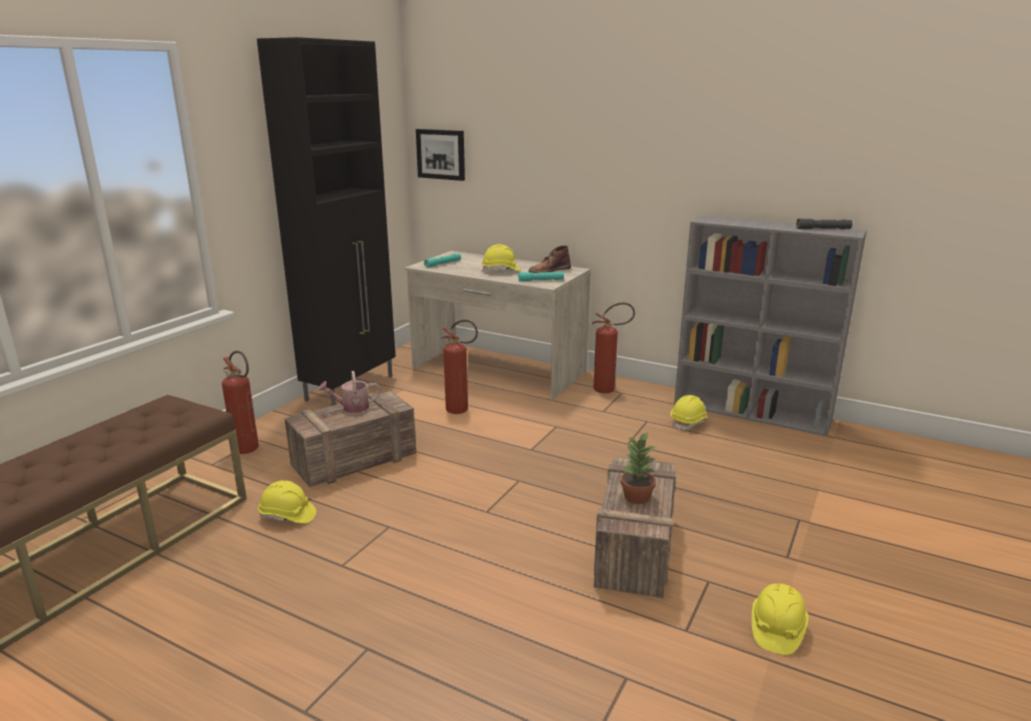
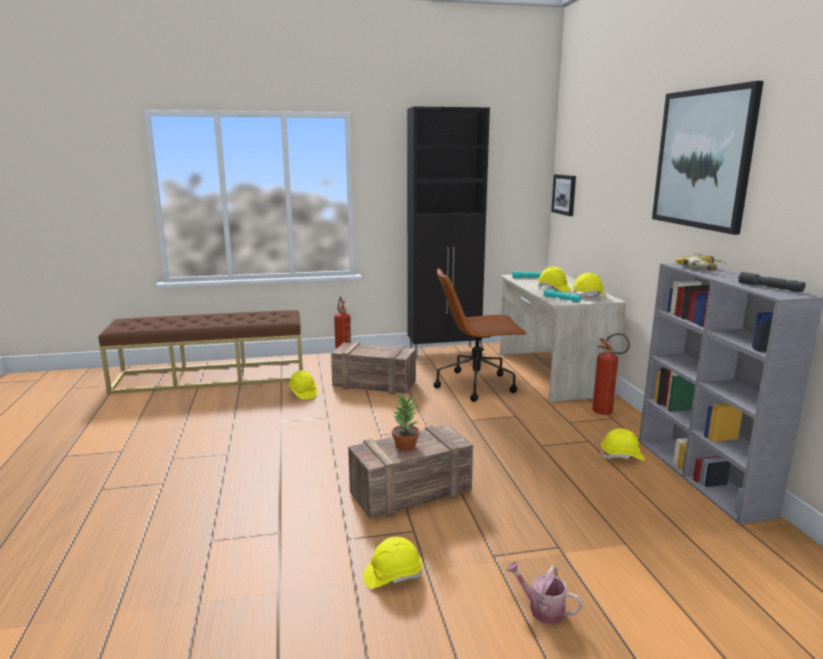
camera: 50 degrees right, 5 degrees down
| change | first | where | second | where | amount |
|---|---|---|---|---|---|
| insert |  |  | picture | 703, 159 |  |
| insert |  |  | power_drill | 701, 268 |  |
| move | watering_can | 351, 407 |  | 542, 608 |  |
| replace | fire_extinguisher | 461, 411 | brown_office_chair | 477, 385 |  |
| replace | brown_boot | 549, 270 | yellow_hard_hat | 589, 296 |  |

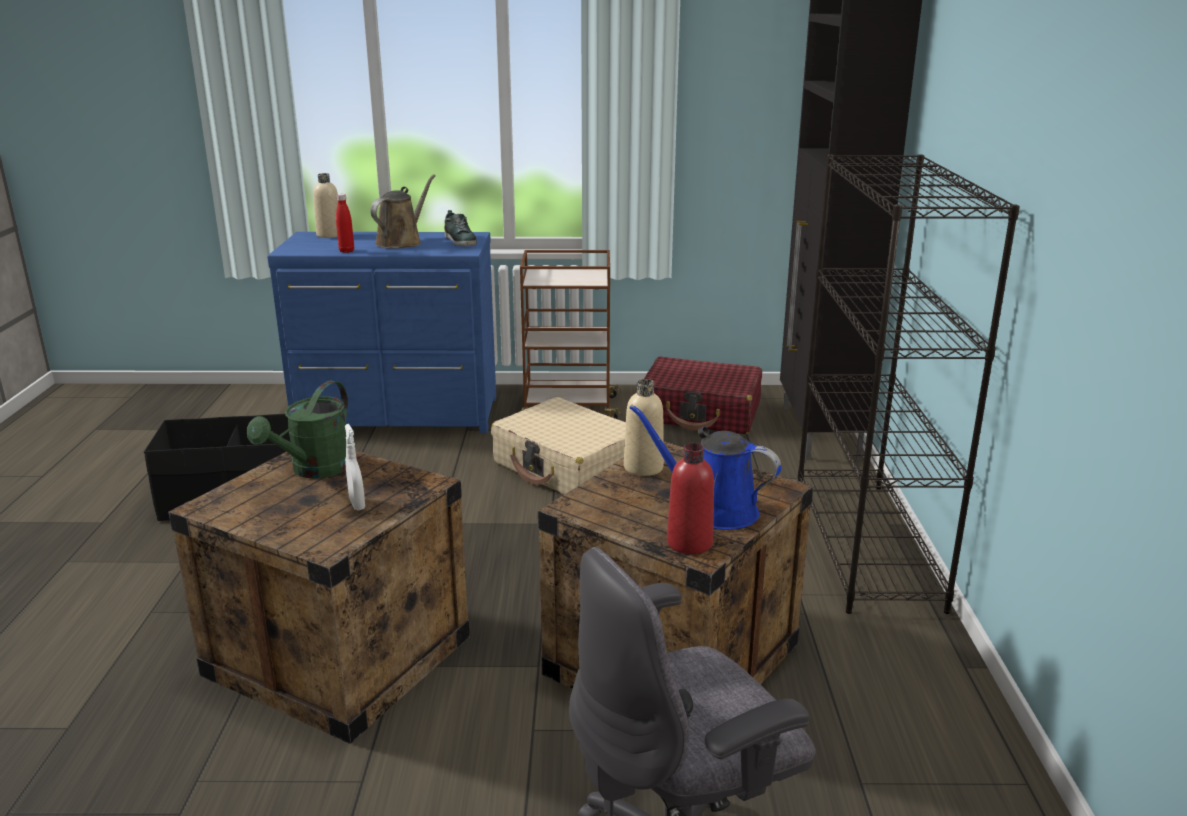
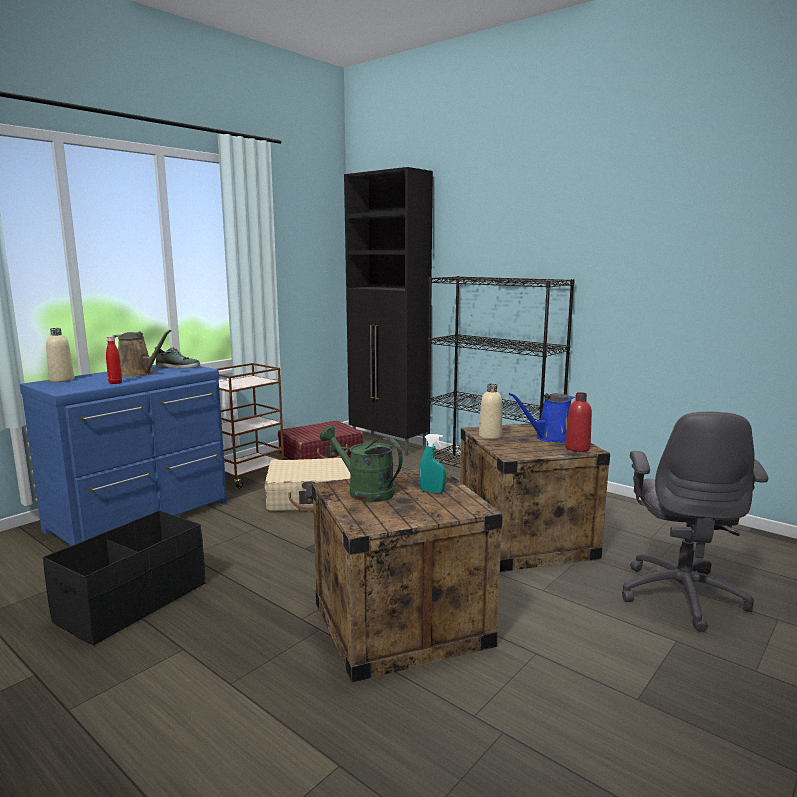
camera: 50 degrees left, 10 degrees down
| change | first | where | second | where | amount |
|---|---|---|---|---|---|
| recolor | white_spray_bottle | 357, 504 | turquoise_spray_bottle | 432, 491 |  |
| rotate | green_watering_can | 314, 470 |  | 364, 491 | 150 degrees clockwise |
| rotate | brown_watering_can | 401, 242 |  | 138, 373 | 135 degrees clockwise |

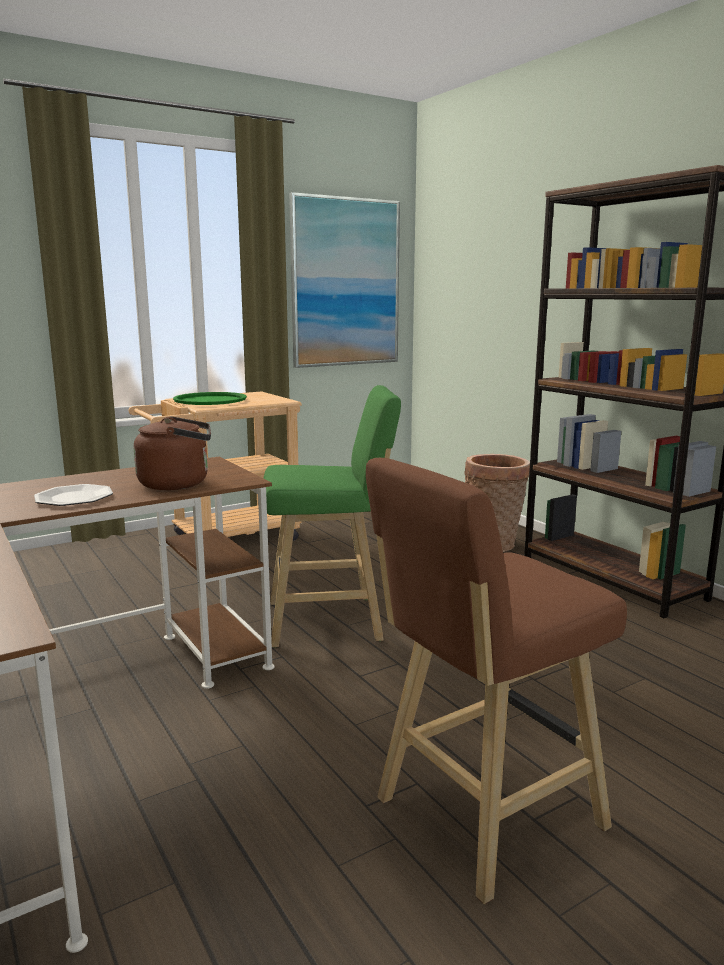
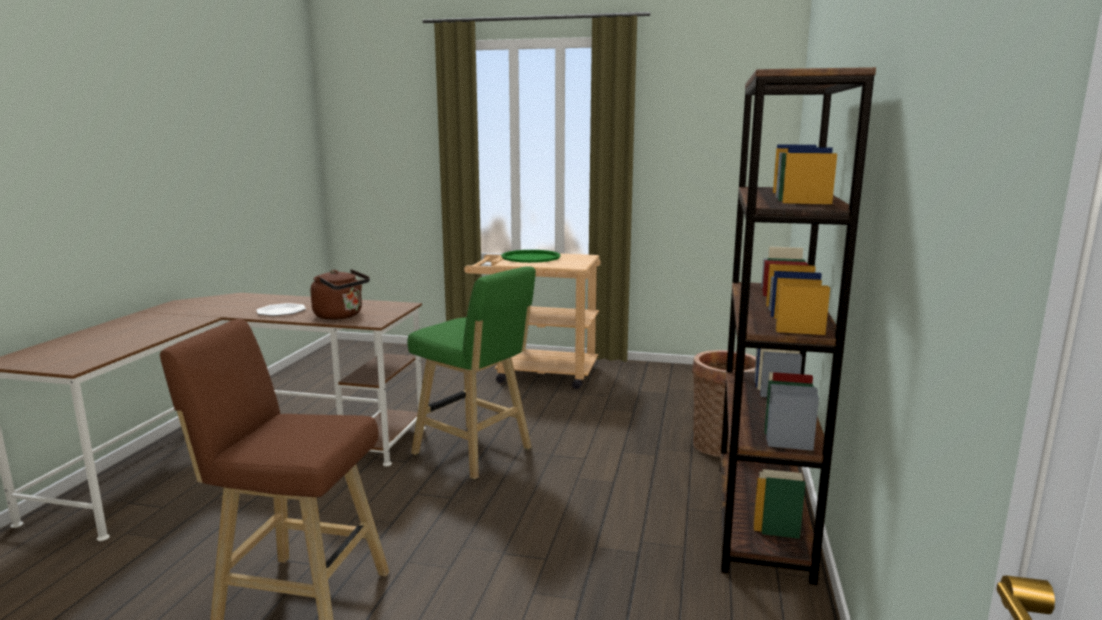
camera: 45 degrees right, 0 degrees up
| change | first | where | second | where | amount |
|---|---|---|---|---|---|
| delete | picture | 345, 283 |  |  |  |

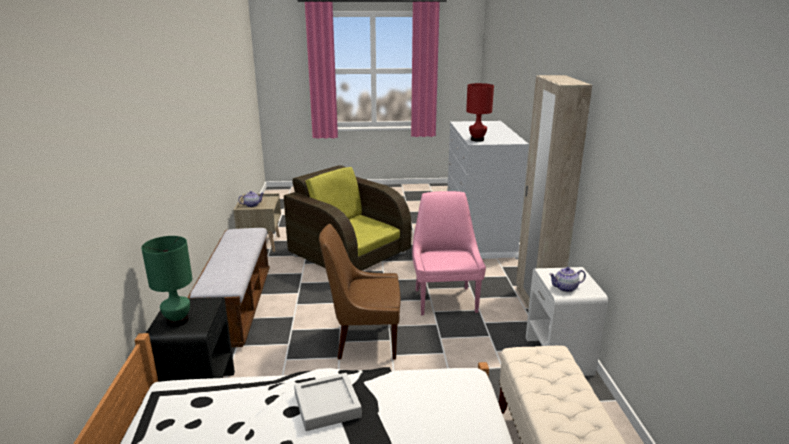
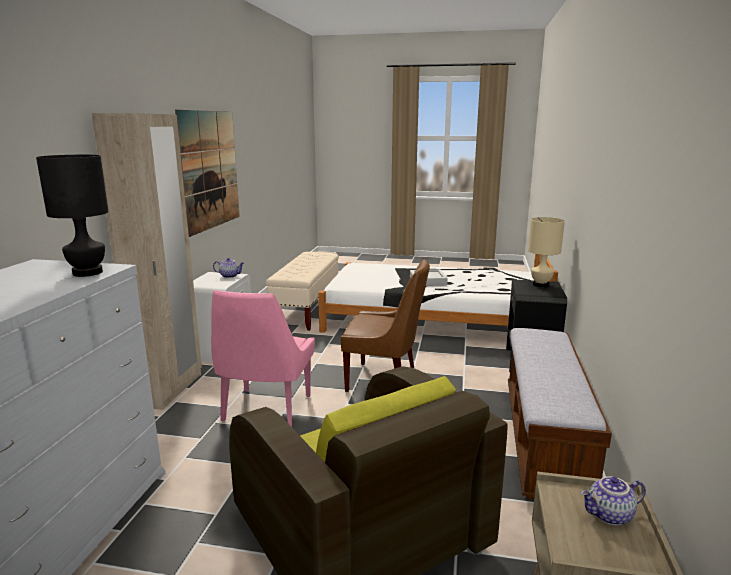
camera: 165 degrees left, 5 degrees down
| change | first | where | second | where | amount |
|---|---|---|---|---|---|
| insert |  |  | picture | 210, 170 |  |
| recolor | green_table_lamp | 178, 321 | beige_table_lamp | 540, 285 |  |
| recolor | red_table_lamp | 477, 139 | black_table_lamp | 87, 273 |  |

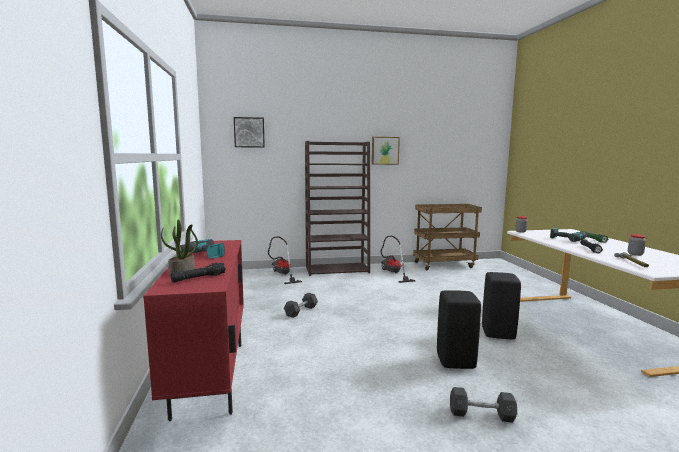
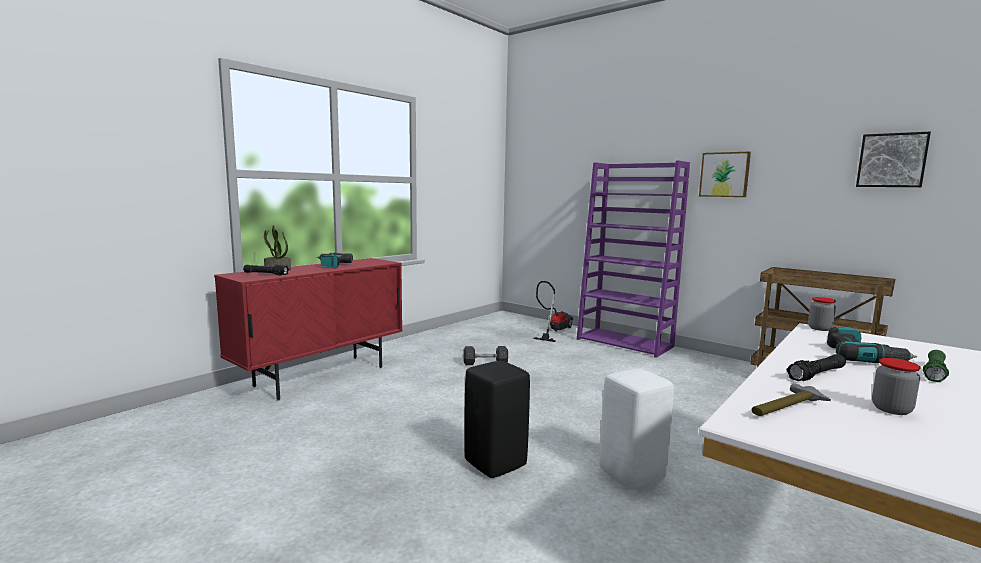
camera: 50 degrees right, 0 degrees up
| change | first | where | second | where | amount |
|---|---|---|---|---|---|
| delete | vacuum_cleaner | 393, 273 |  |  |  |
| delete | grey_dumbbell | 481, 414 |  |  |  |
| move | picture | 249, 132 |  | 892, 160 |  |
| recolor | brown_bookcase | 337, 269 | purple_bookcase | 625, 343 |  |
| recolor | black_stool | 497, 333 | white_stool | 631, 474 |  |

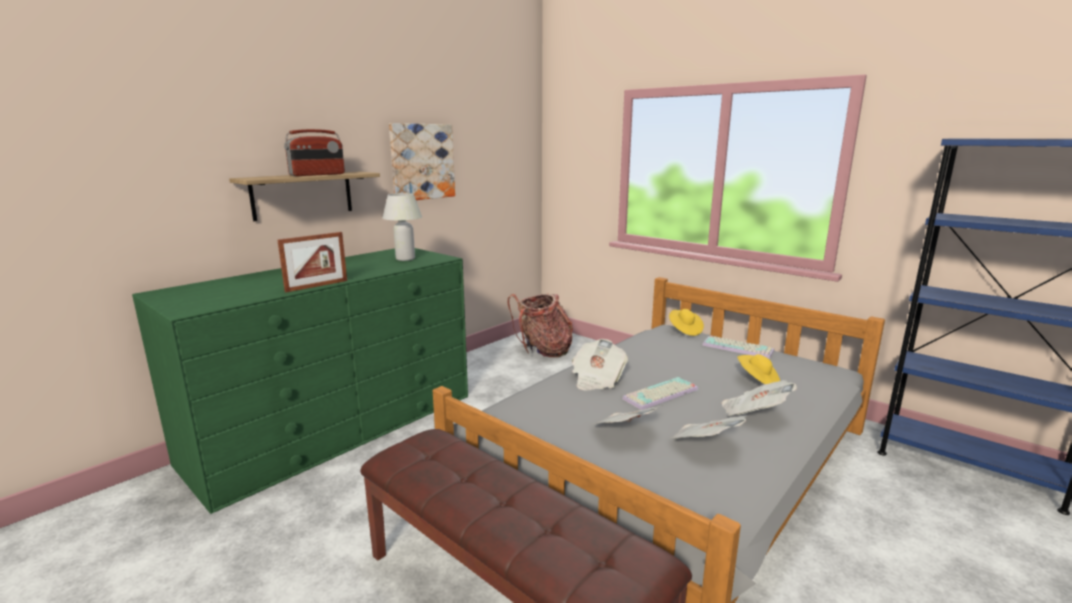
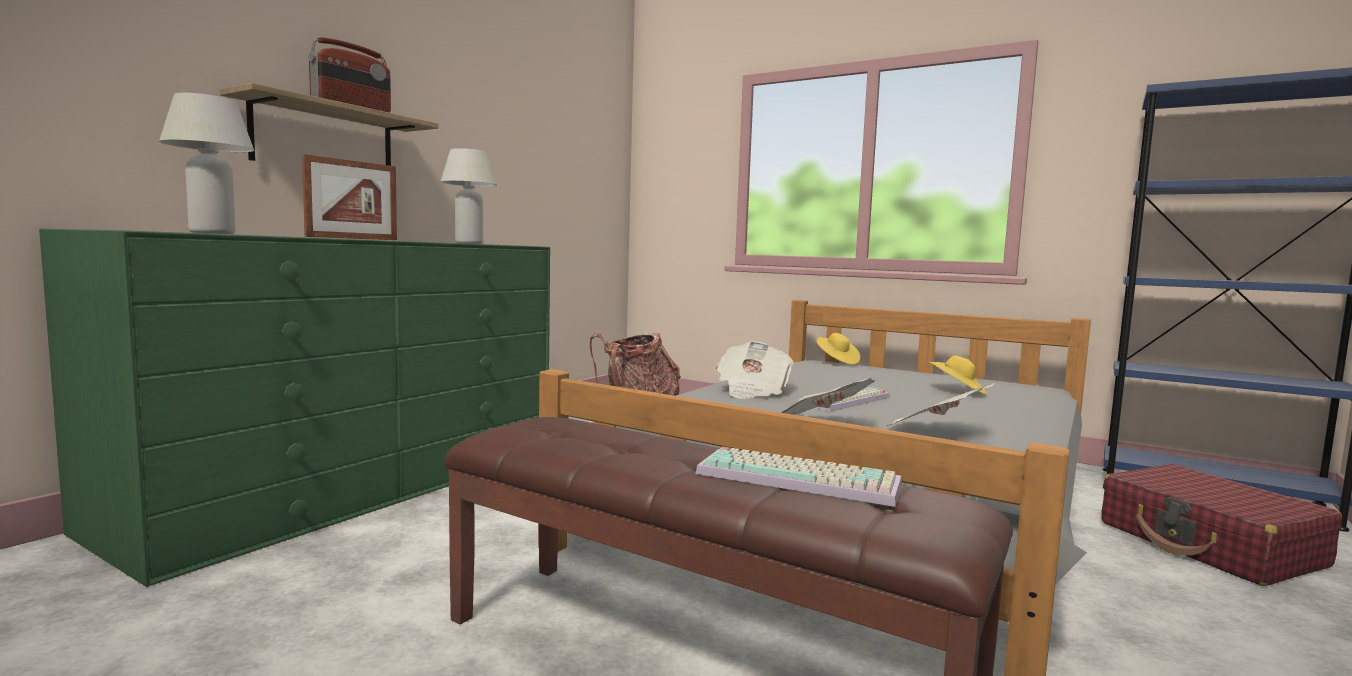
camera: 10 degrees left, 10 degrees down
| change | first | where | second | where | amount |
|---|---|---|---|---|---|
| delete | picture | 422, 162 |  |  |  |
| delete | newspaper | 753, 413 |  |  |  |
| insert |  |  | white_table_lamp | 212, 233 |  |
| insert |  |  | red_suitcase | 1209, 545 |  |
| move | keyboard | 738, 348 |  | 801, 478 |  |

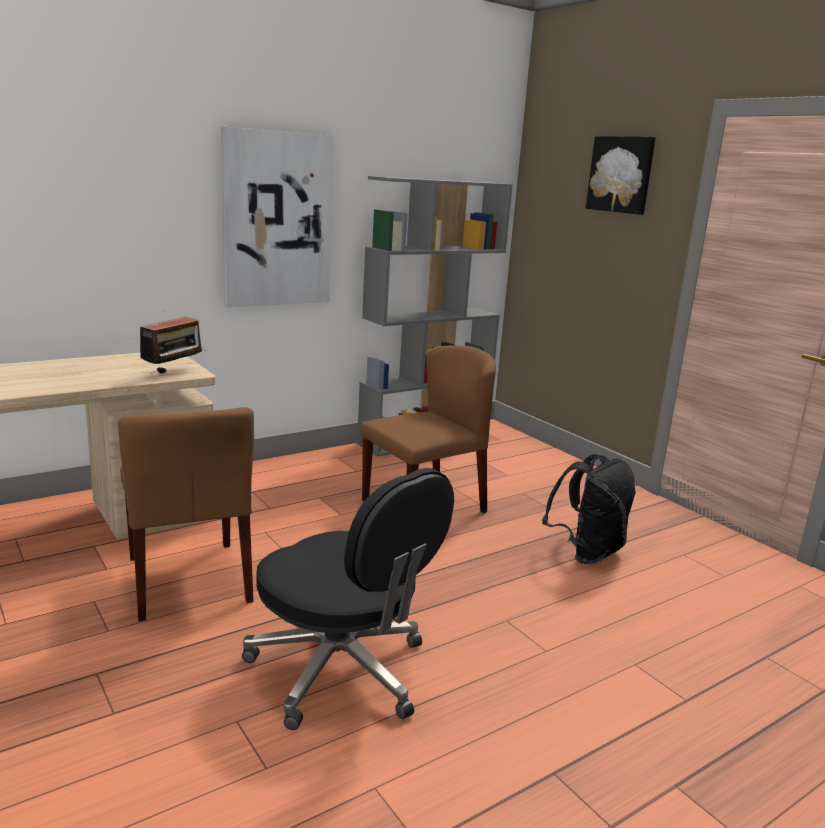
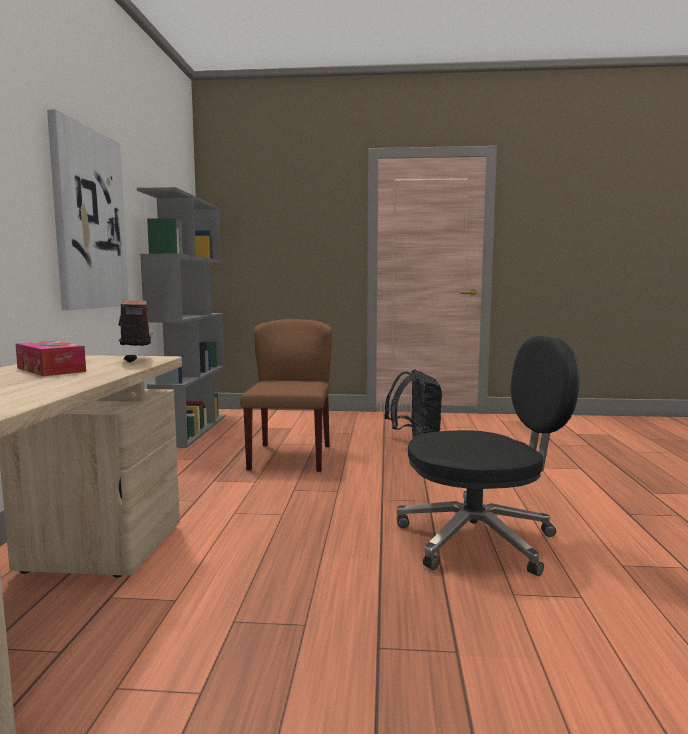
camera: 50 degrees left, 10 degrees down
| change | first | where | second | where | amount |
|---|---|---|---|---|---|
| delete | brown_chair | 189, 579 |  |  |  |
| delete | picture | 621, 174 |  |  |  |
| insert |  |  | tissue_box | 51, 370 |  |

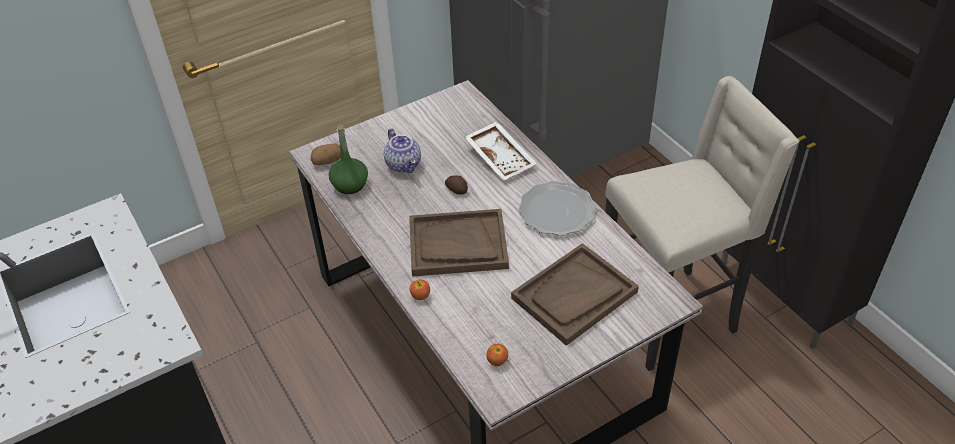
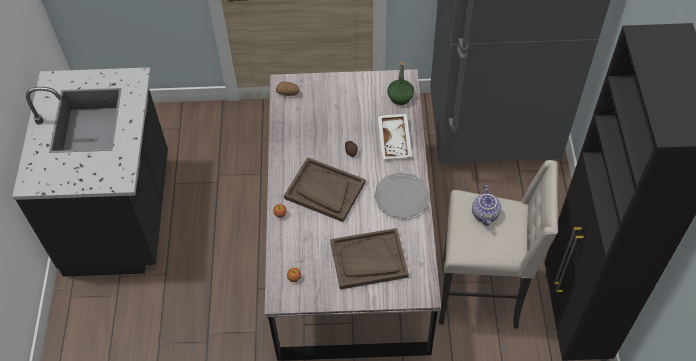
camera: 30 degrees right, 10 degrees up
| change | first | where | second | where | amount |
|---|---|---|---|---|---|
| move | green_bottle | 350, 184 |  | 400, 97 |  |
| move | teapot | 404, 164 |  | 486, 214 |  |

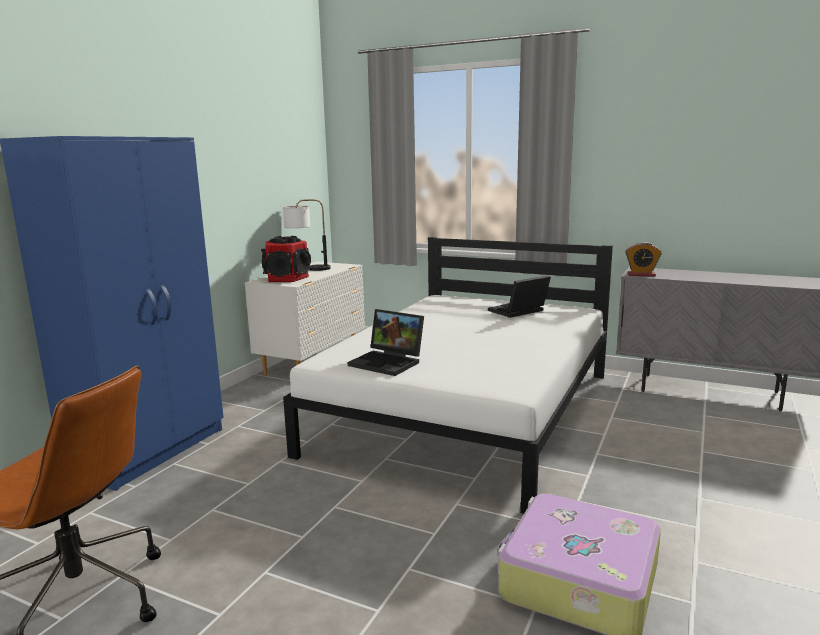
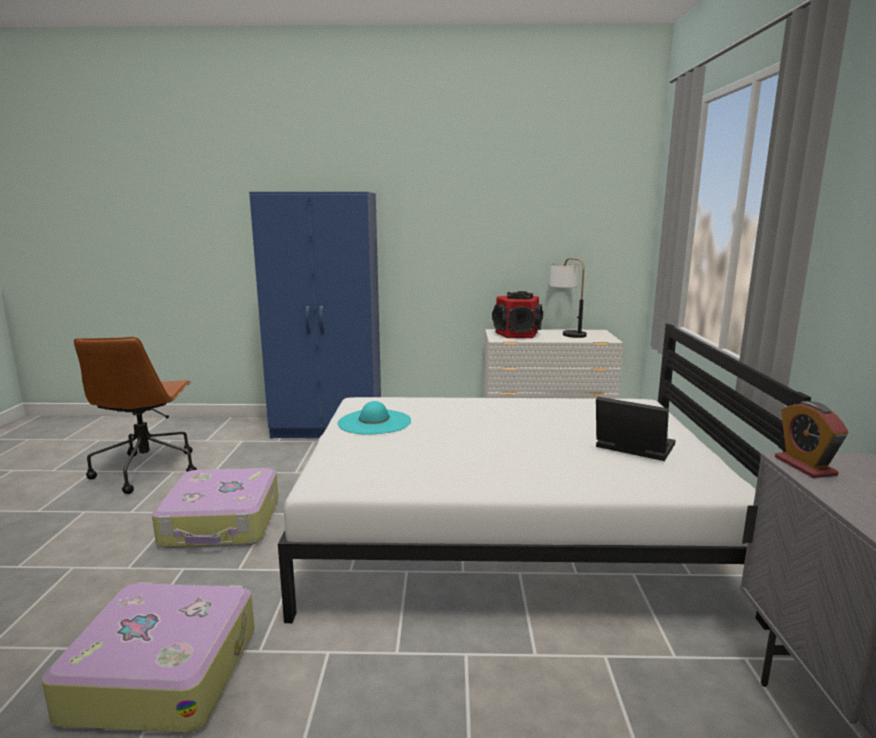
camera: 65 degrees right, 0 degrees up
| change | first | where | second | where | amount |
|---|---|---|---|---|---|
| insert |  |  | suitcase | 222, 523 |  |
| replace | laptop | 389, 362 | turquoise_hat | 374, 422 |  |

